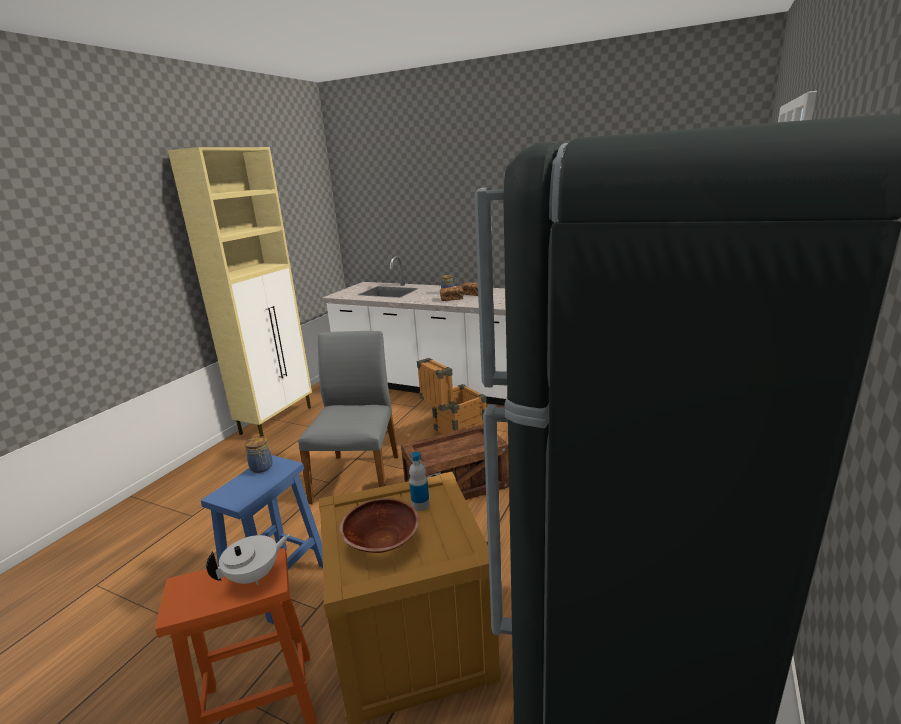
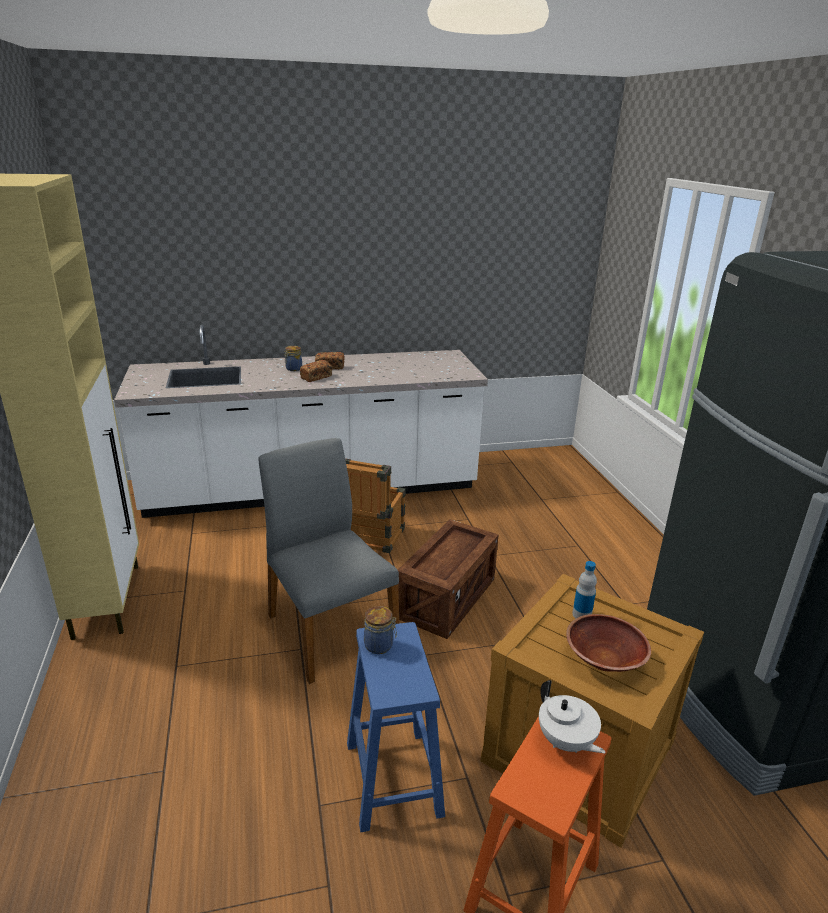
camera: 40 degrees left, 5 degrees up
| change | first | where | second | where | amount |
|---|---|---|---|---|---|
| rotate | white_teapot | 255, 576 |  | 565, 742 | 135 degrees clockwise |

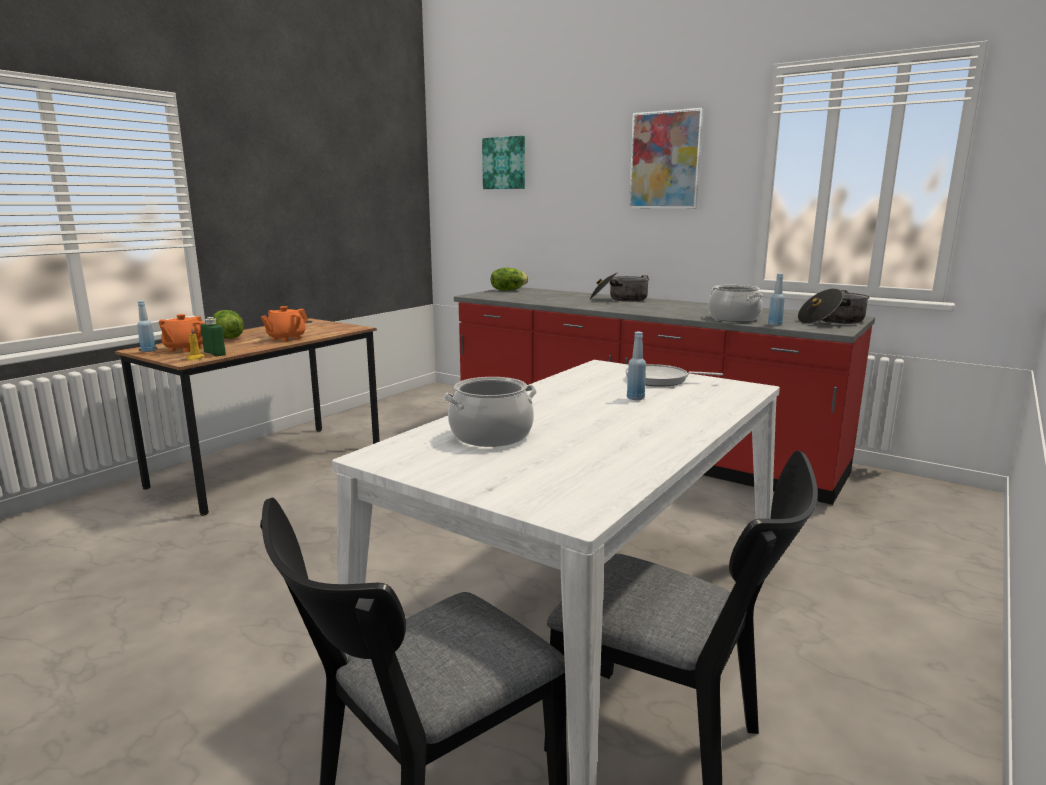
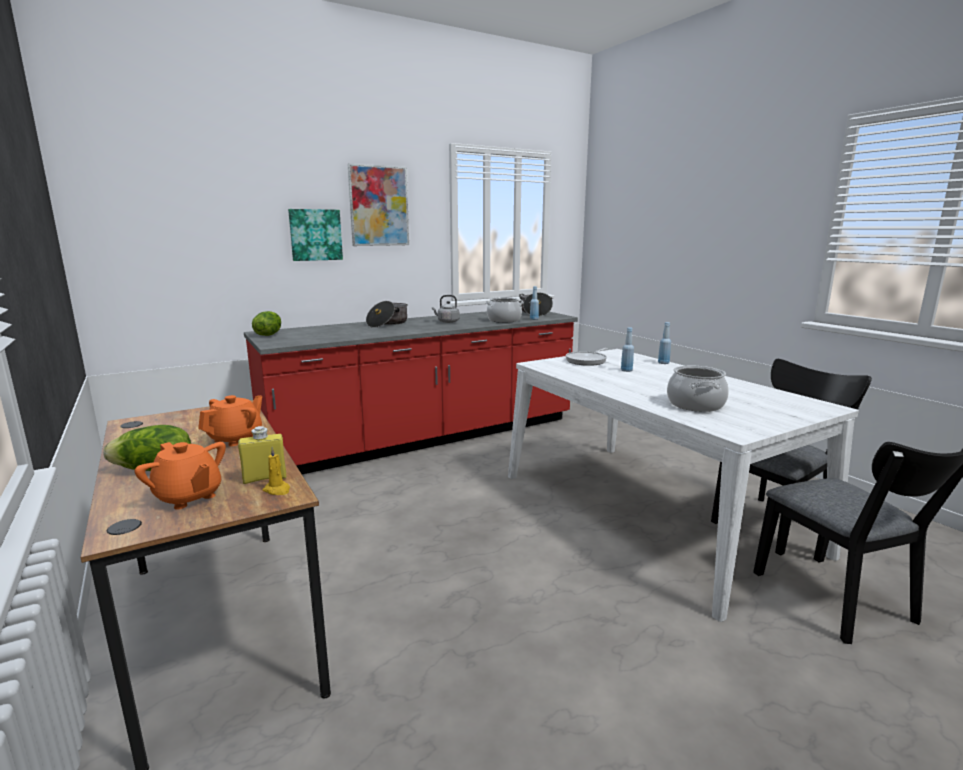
camera: 65 degrees left, 0 degrees up
| change | first | where | second | where | amount |
|---|---|---|---|---|---|
| insert |  |  | grey_kettle | 447, 322 |  |
| move | blue_bottle | 148, 351 |  | 663, 363 |  |
| move | picture | 504, 163 |  | 315, 235 |  |
| recolor | green_bottle | 214, 353 | yellow_bottle | 265, 478 |  |
| rotate | orange_teapot | 286, 338 |  | 236, 438 | 120 degrees counterclockwise |

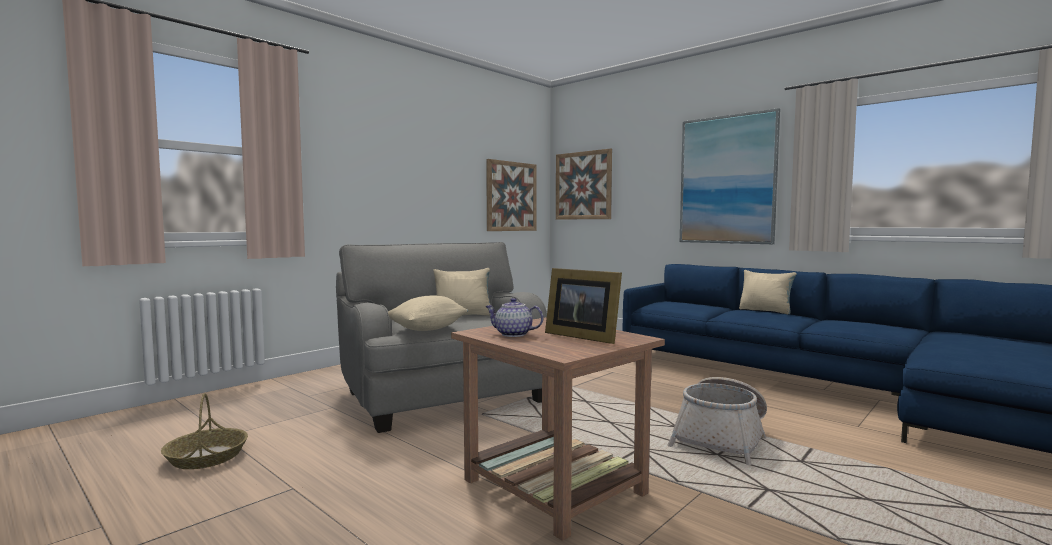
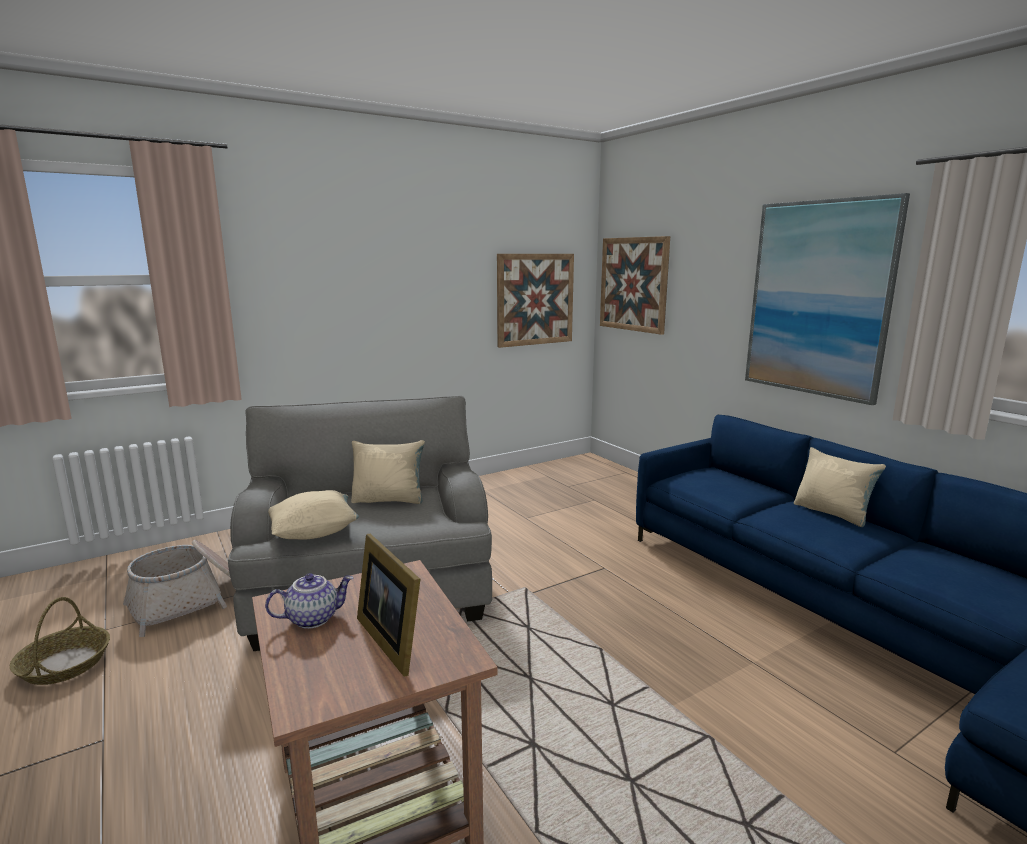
camera: 15 degrees right, 10 degrees up
| change | first | where | second | where | amount |
|---|---|---|---|---|---|
| move | basket | 721, 438 |  | 190, 601 |  |
| rotate | teapot | 512, 334 |  | 313, 618 | 120 degrees clockwise |

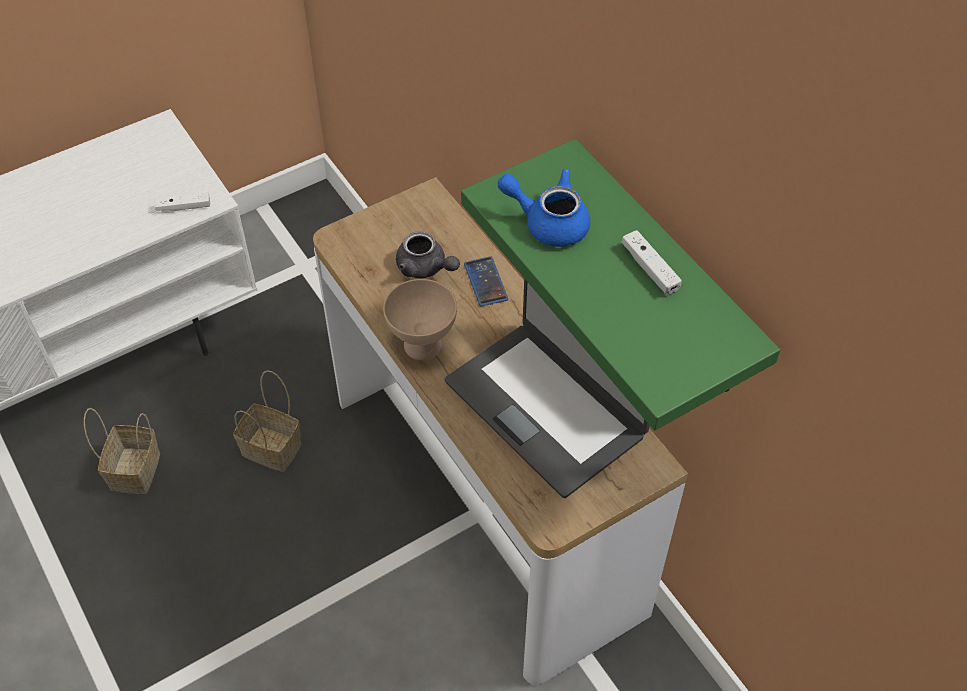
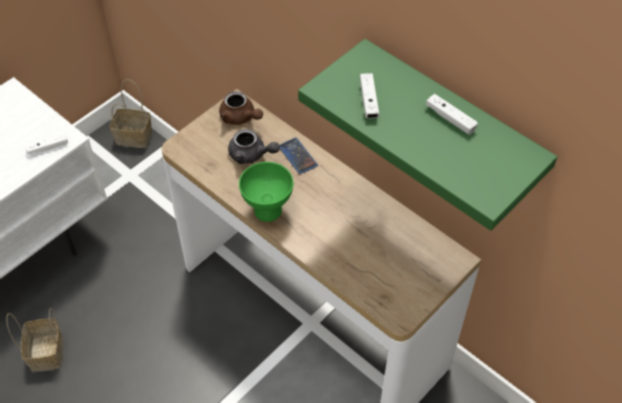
camera: 15 degrees left, 0 degrees up
| change | first | where | second | where | amount |
|---|---|---|---|---|---|
| delete | laptop | 547, 407 |  |  |  |
| insert |  |  | brown_teapot | 240, 118 |  |
| move | basket | 274, 448 |  | 135, 136 |  |
| replace | blue_teapot | 548, 222 | white_game_controller | 368, 101 |  |
| recolor | beige_bowl | 422, 347 | green_bowl | 268, 211 |  |

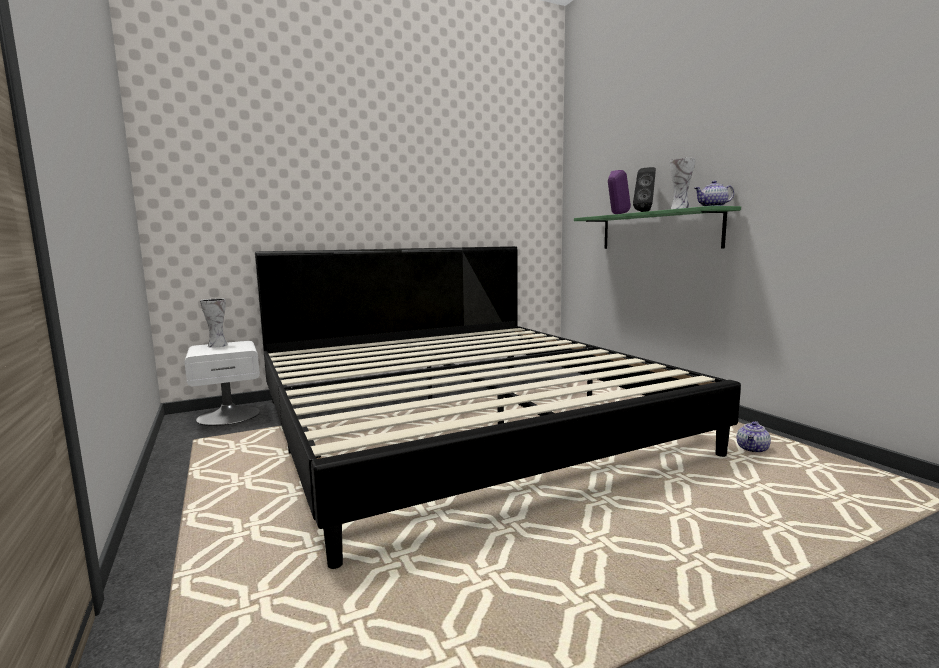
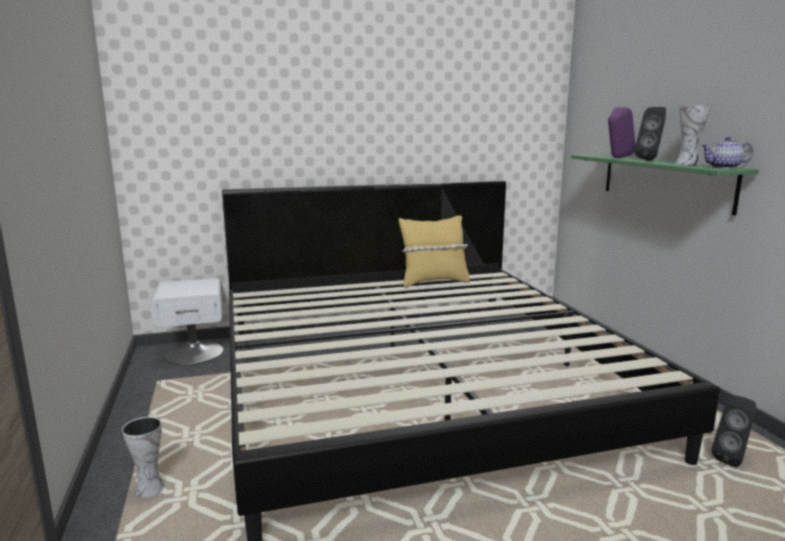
camera: 10 degrees right, 5 degrees up
| change | first | where | second | where | amount |
|---|---|---|---|---|---|
| insert |  |  | yellow_pillow | 433, 282 |  |
| move | vase | 216, 345 |  | 148, 490 |  |
| replace | teapot | 752, 449 | black_speaker | 732, 459 |  |

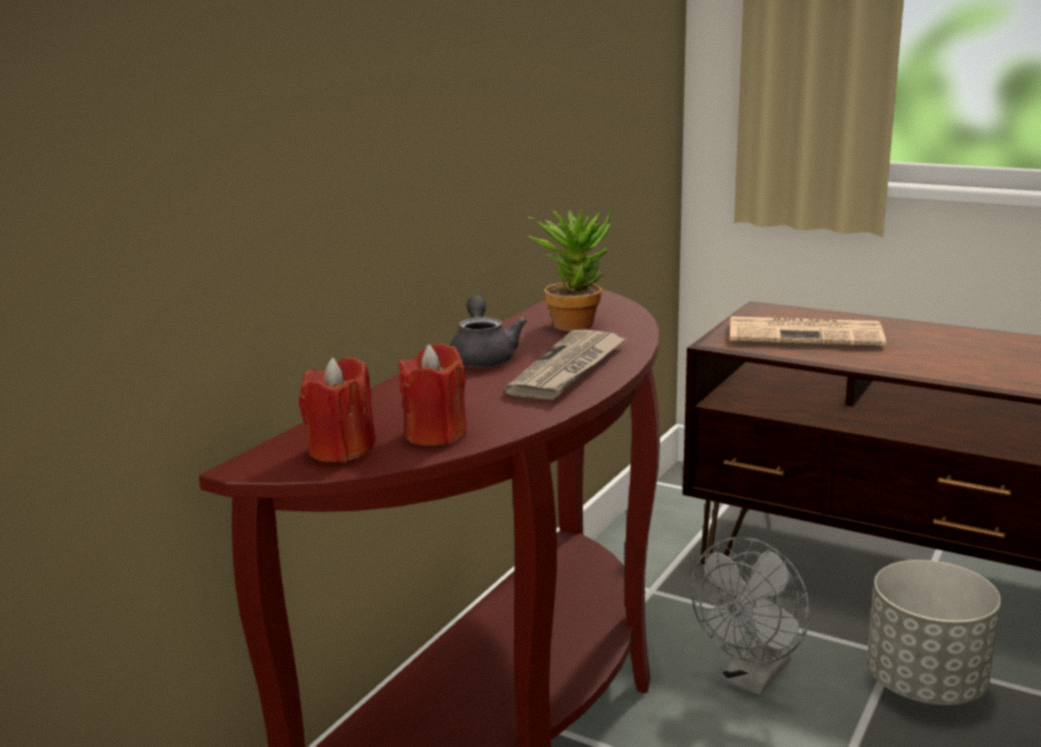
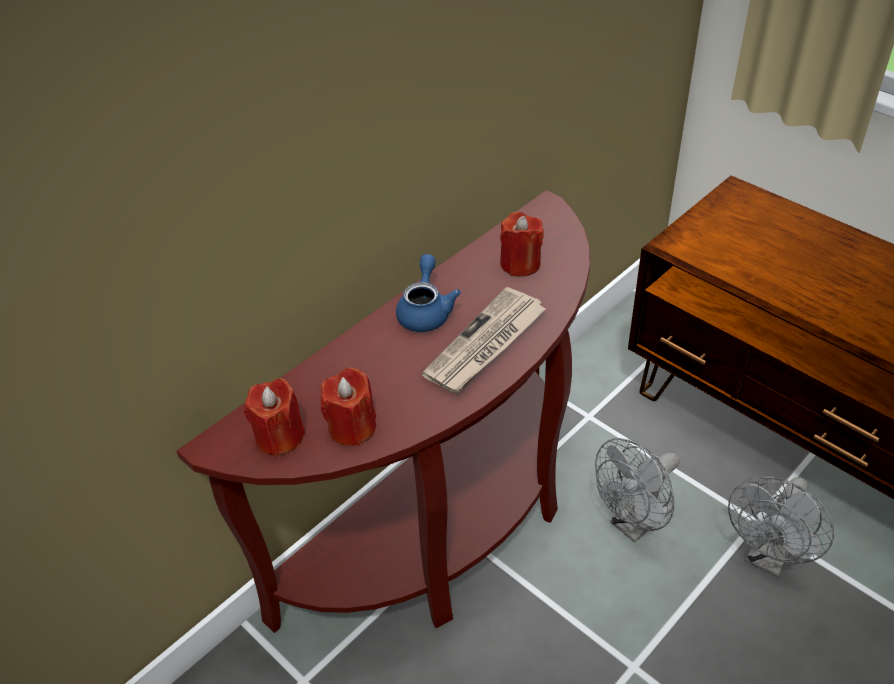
camera: 15 degrees right, 25 degrees up
| change | first | where | second | where | amount |
|---|---|---|---|---|---|
| delete | newspaper | 806, 334 |  |  |  |
| replace | potted_plant | 575, 323 | red_candle | 520, 264 |  |
| replace | grey_planter | 926, 684 | grey_fan | 768, 557 |  |
| recolor | grey_teapot | 483, 357 | blue_teapot | 426, 311 |  |

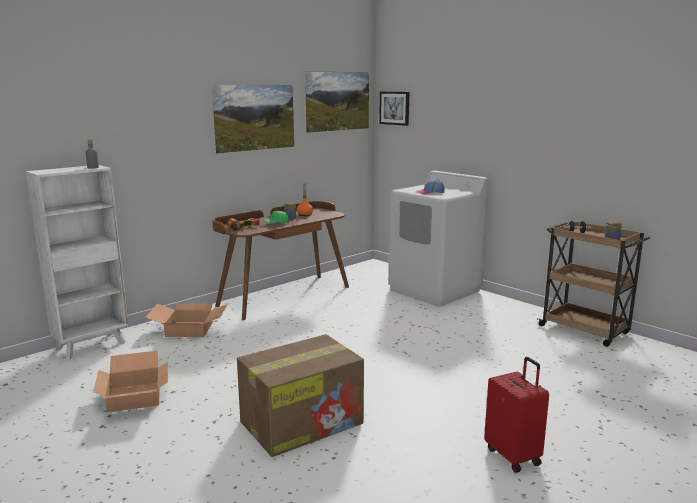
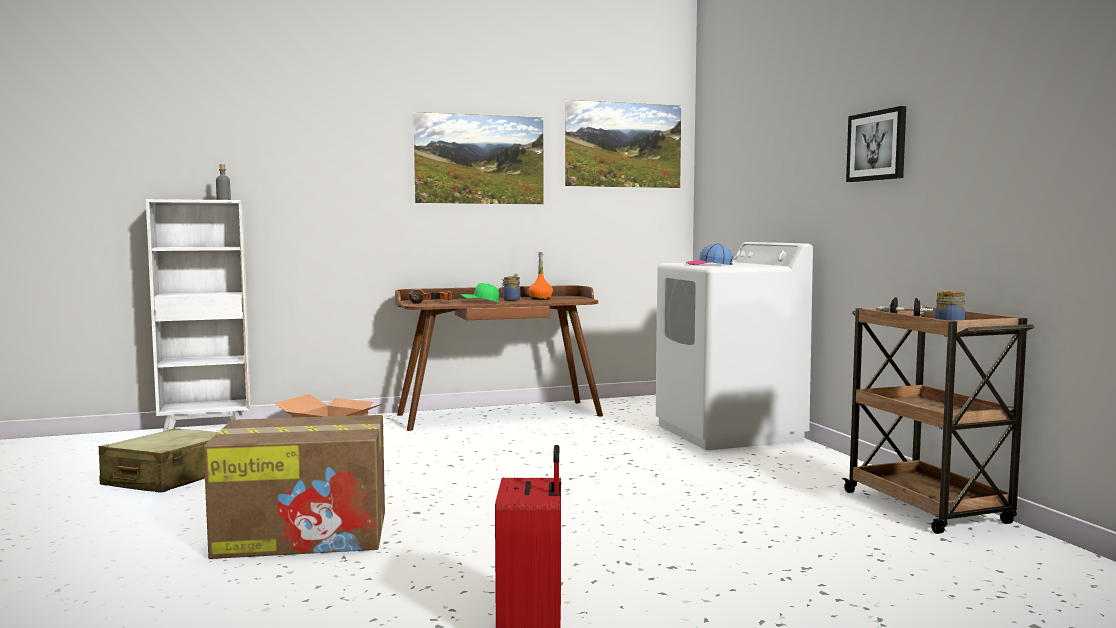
camera: 25 degrees right, 10 degrees down
| change | first | where | second | where | amount |
|---|---|---|---|---|---|
| move | picture | 395, 108 |  | 877, 146 |  |
| replace | cardboard_box | 135, 397 | beige_suitcase | 169, 479 |  |

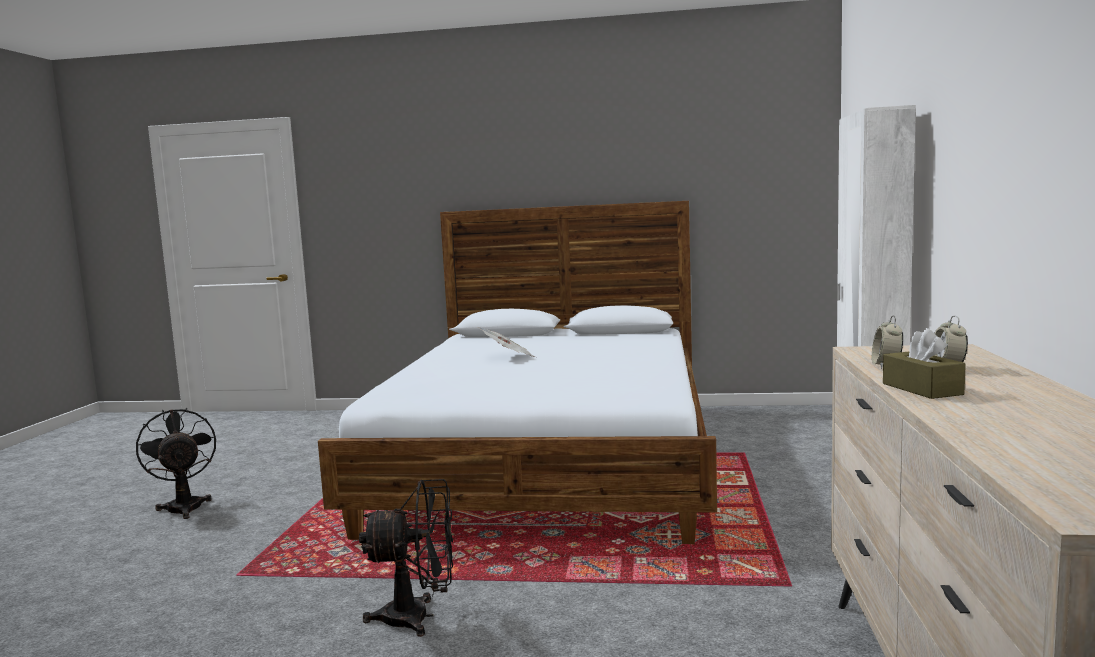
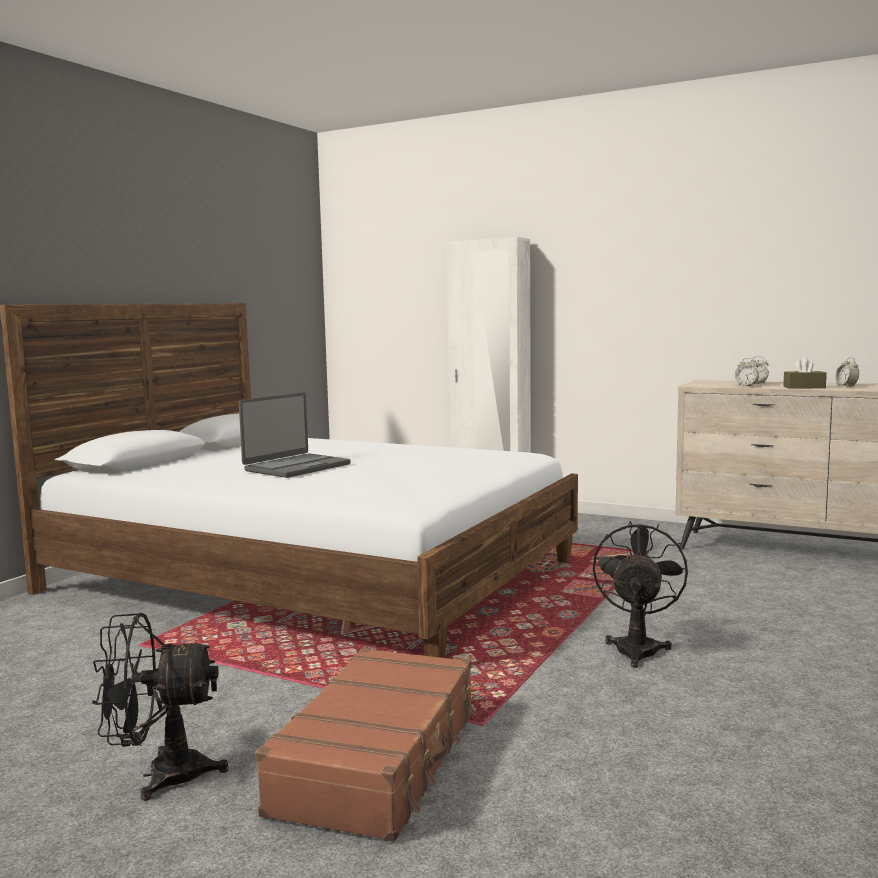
camera: 70 degrees left, 0 degrees up
| change | first | where | second | where | amount |
|---|---|---|---|---|---|
| insert |  |  | brown_suitcase | 379, 761 |  |
| insert |  |  | alarm_clock | 846, 386 |  |
| replace | newspaper | 508, 357 | laptop | 296, 467 |  |

